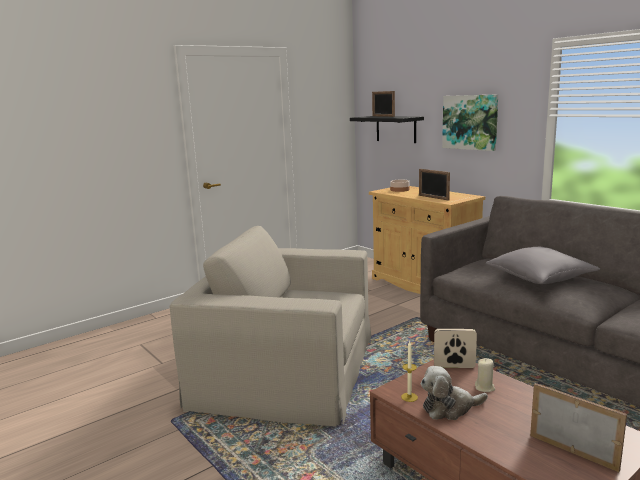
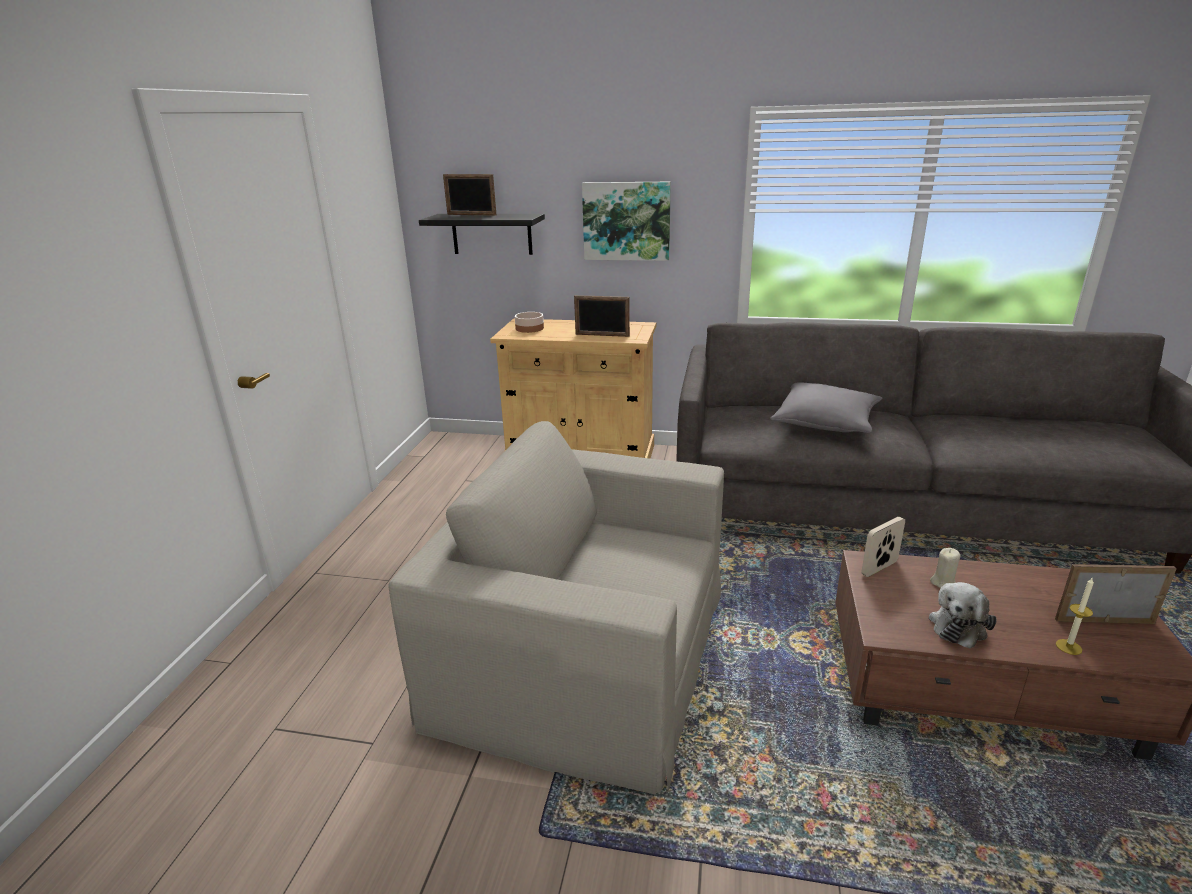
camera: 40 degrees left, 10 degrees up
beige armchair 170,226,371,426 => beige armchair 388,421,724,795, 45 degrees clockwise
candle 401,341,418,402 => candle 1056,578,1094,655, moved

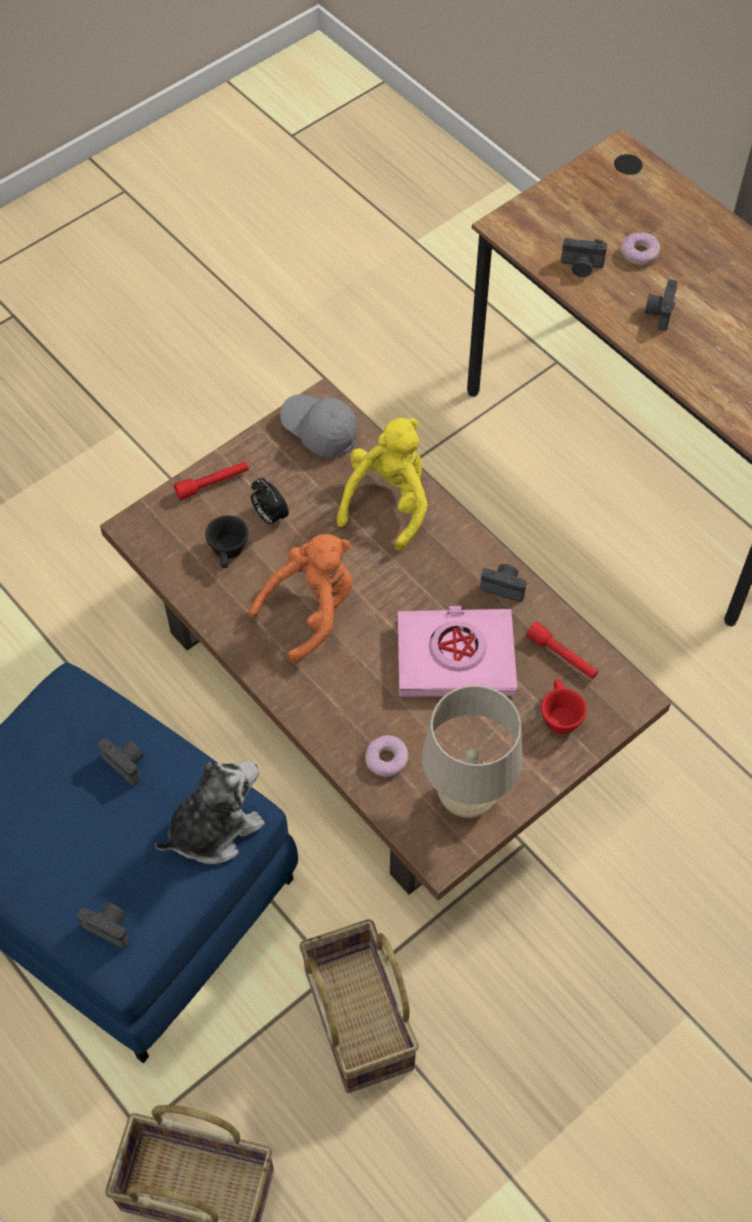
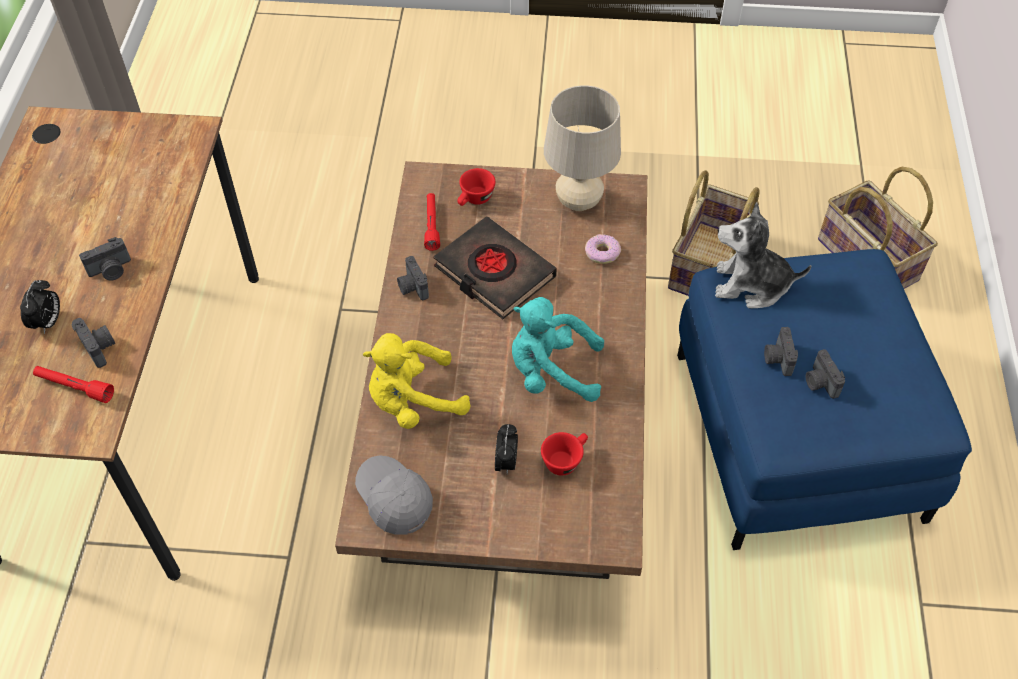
camera: 135 degrees left, 5 degrees down
photo camera 77,902,129,948 => photo camera 806,349,845,399, moved
red flashlight 174,461,249,501 => red flashlight 33,366,114,403, moved
black cup 205,515,248,568 => red cup 541,432,588,475
orange plush toy 249,534,352,663 => turquoise plush toy 512,297,604,402
grey cap 280,394,358,458 => grey cap 355,456,433,535, 150 degrees clockwise
pink book 398,606,517,697 => black book 433,216,557,319
donut 621,232,660,265 => alarm clock 20,280,60,334

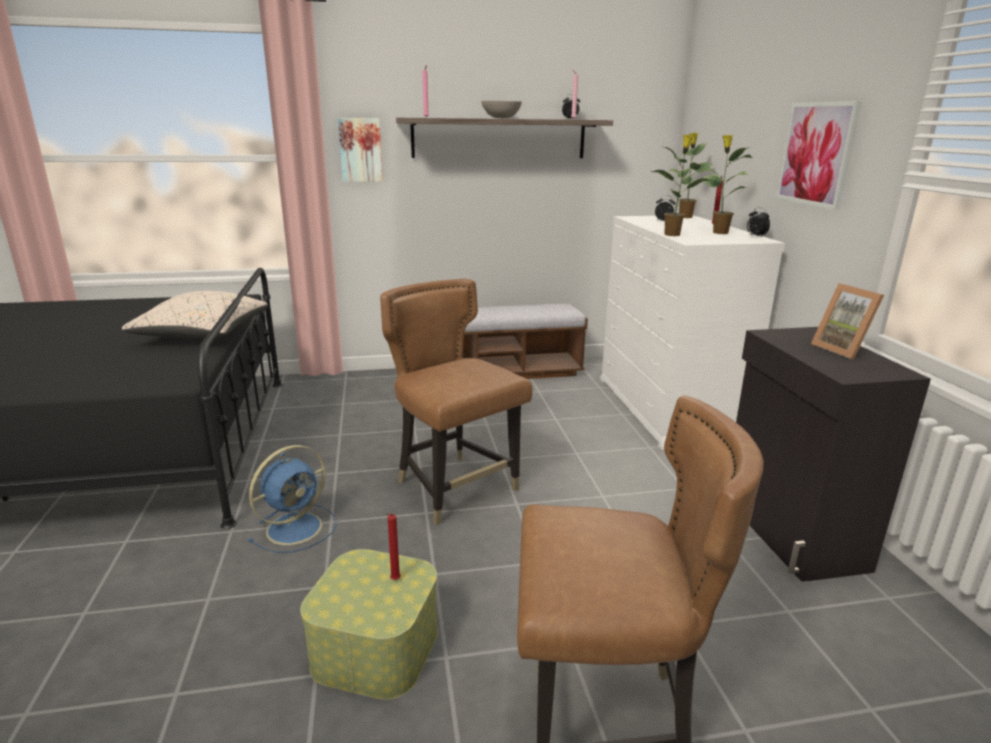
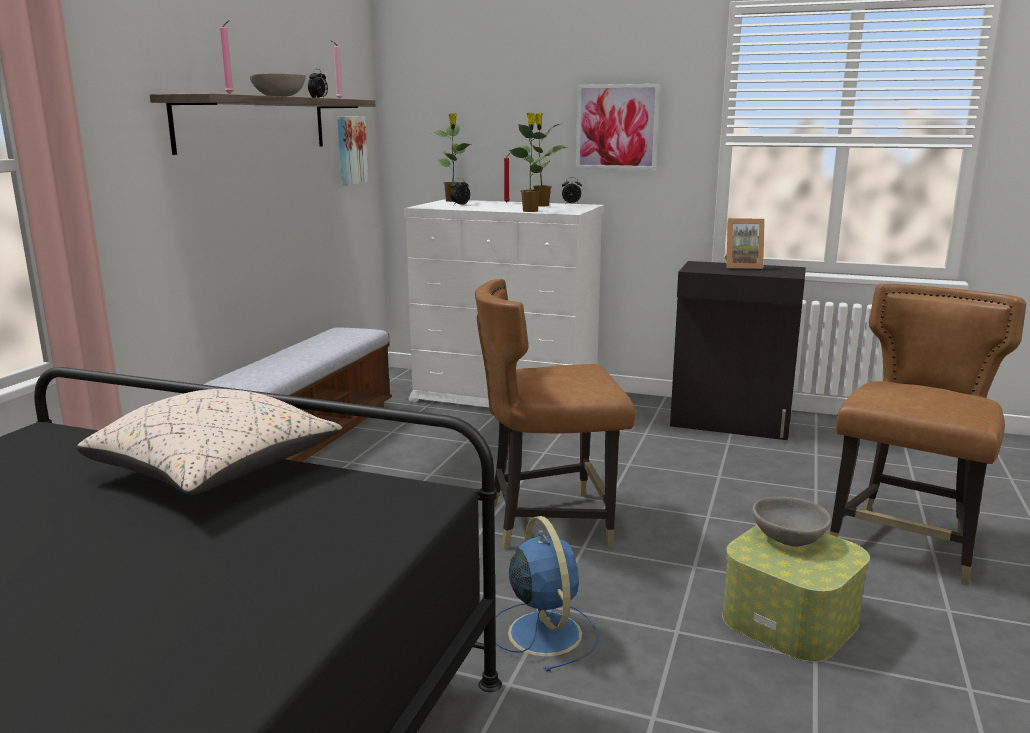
camera: 60 degrees left, 5 degrees down
picture 338,118,383,182 => picture 337,116,369,185, moved
red candle 386,513,401,580 => grey bowl 752,497,831,547

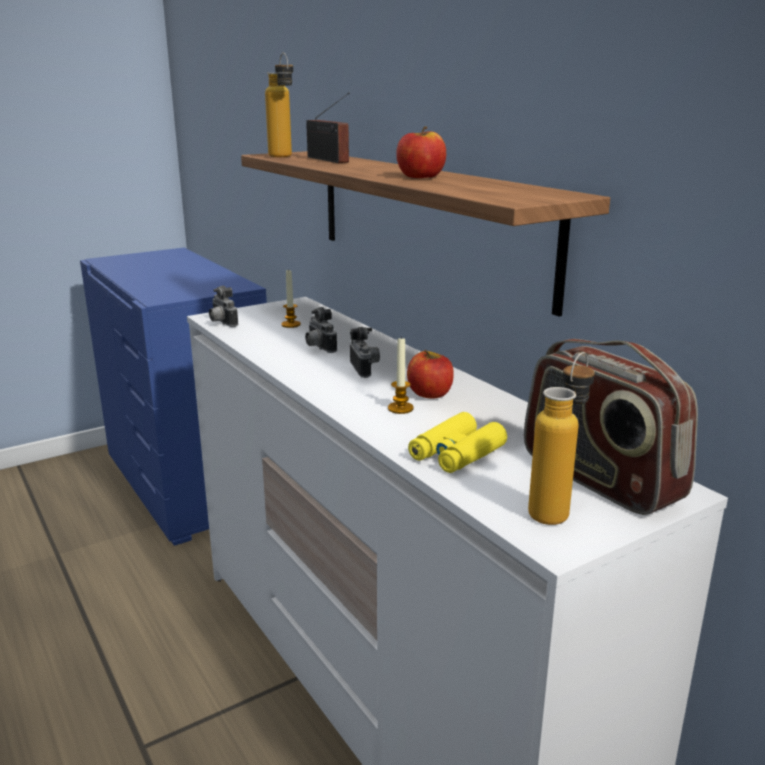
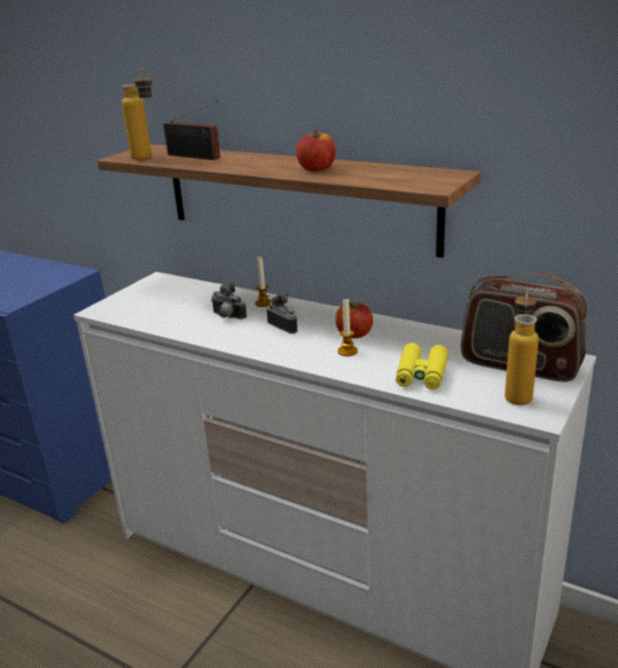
camera: 25 degrees left, 5 degrees up
photo camera 209,286,238,327 => nothing
candle 281,269,301,328 => candle 255,256,272,307, moved

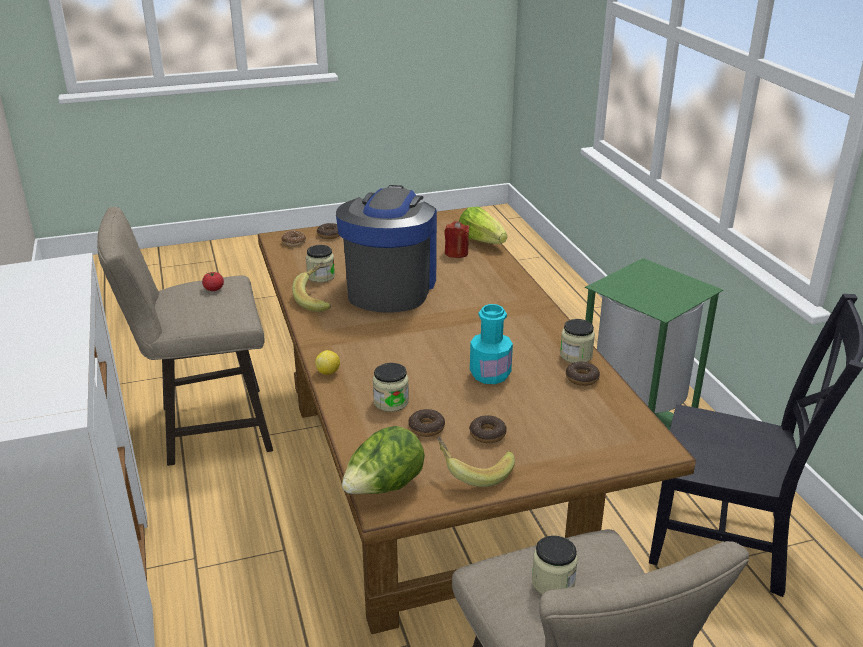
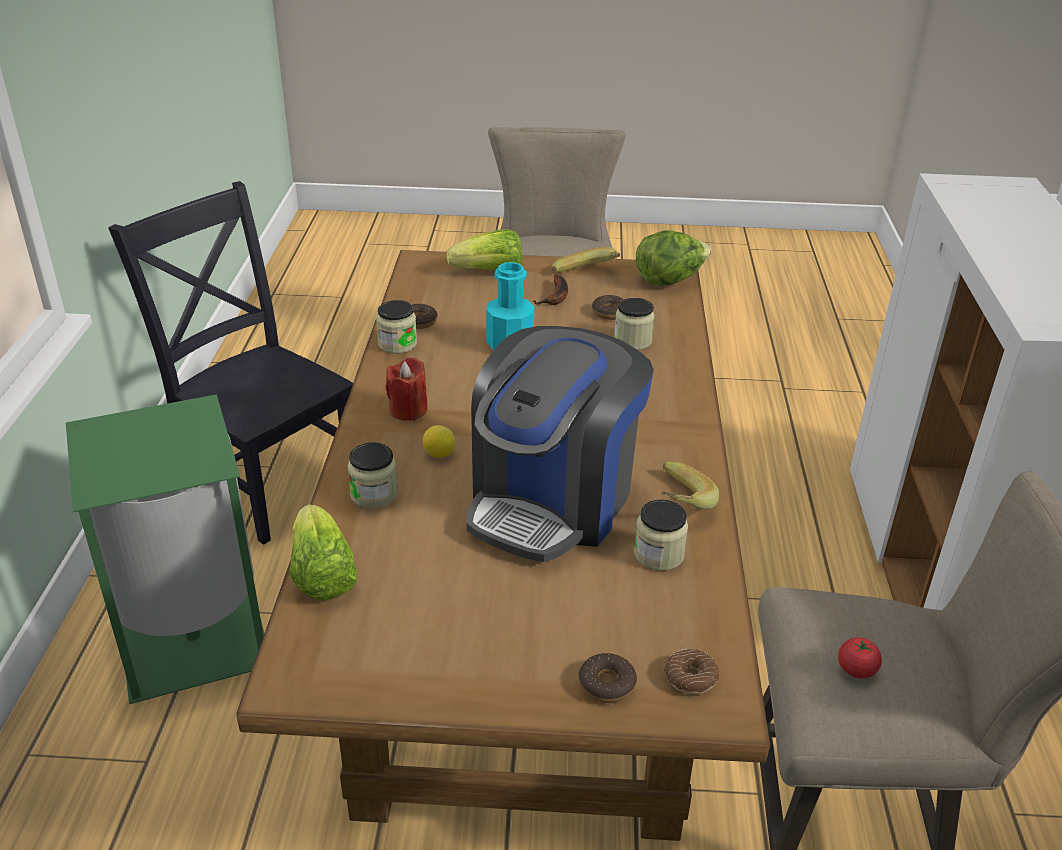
camera: 160 degrees left, 5 degrees up
lemon 315,350,340,375 => lemon 423,425,456,458, moved
red candle 444,221,469,258 => red candle 385,358,428,421, moved
donut 469,415,507,443 => banana 533,275,568,305
jar 532,536,578,595 => jar 347,442,398,509, moved
nothing => lettuce 447,229,522,270

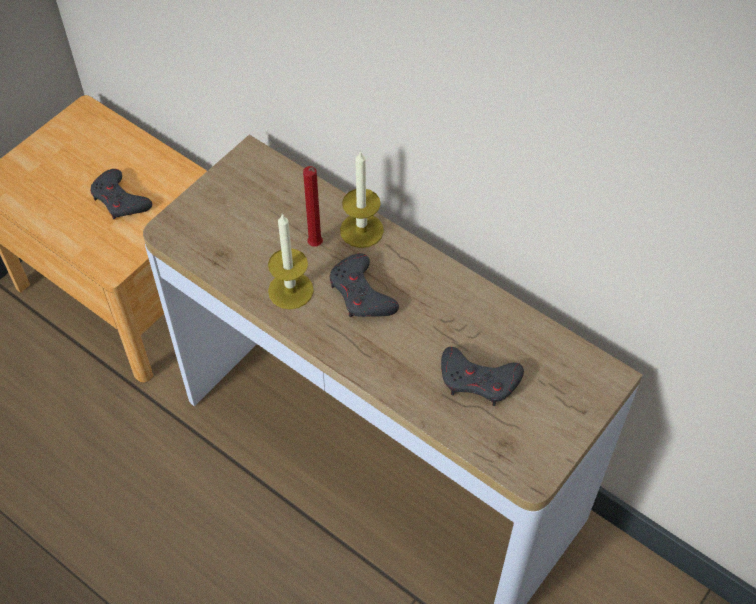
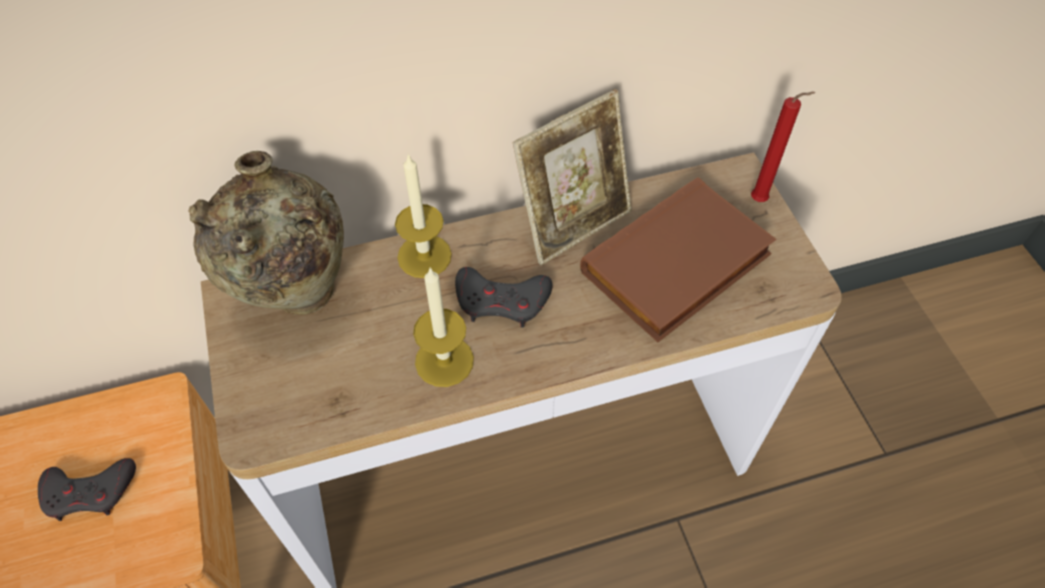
camera: 55 degrees left, 0 degrees up
red candle 303,166,323,247 => red candle 751,92,816,202, moved
grey game controller 441,347,524,406 => brown book 580,177,777,342
nothing => beige vase 188,151,344,315
nothing => picture frame 513,89,631,265

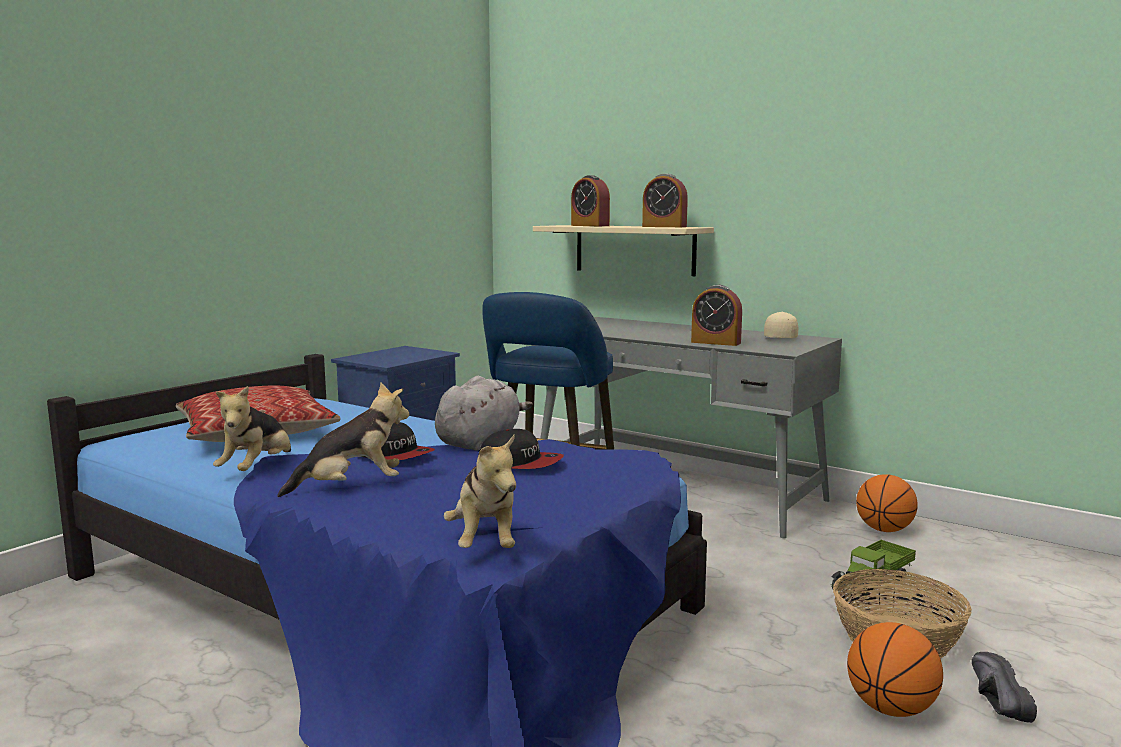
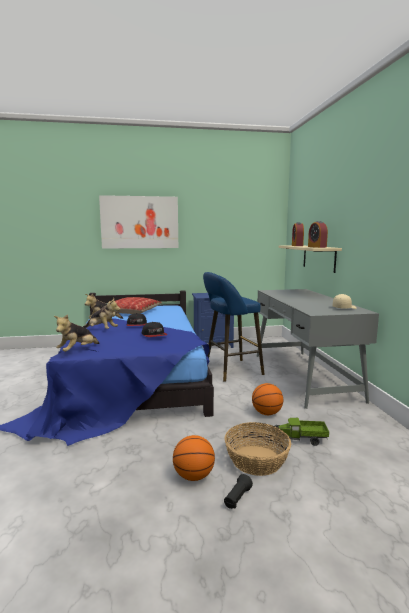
camera: 45 degrees right, 0 degrees up
grey plush toy 435,376,533,450 => nothing
alarm clock 691,285,742,346 => nothing
basketball 856,474,918,532 => basketball 252,383,283,415, moved
black shoe 972,652,1037,723 => black flashlight 224,474,253,509
nothing => picture 99,195,178,249

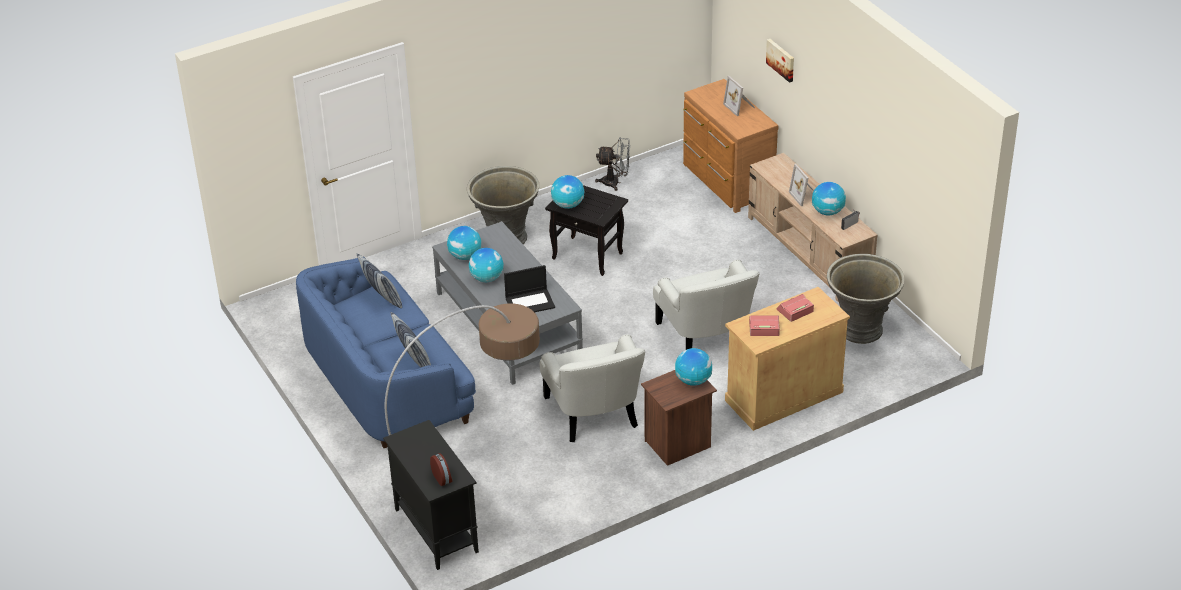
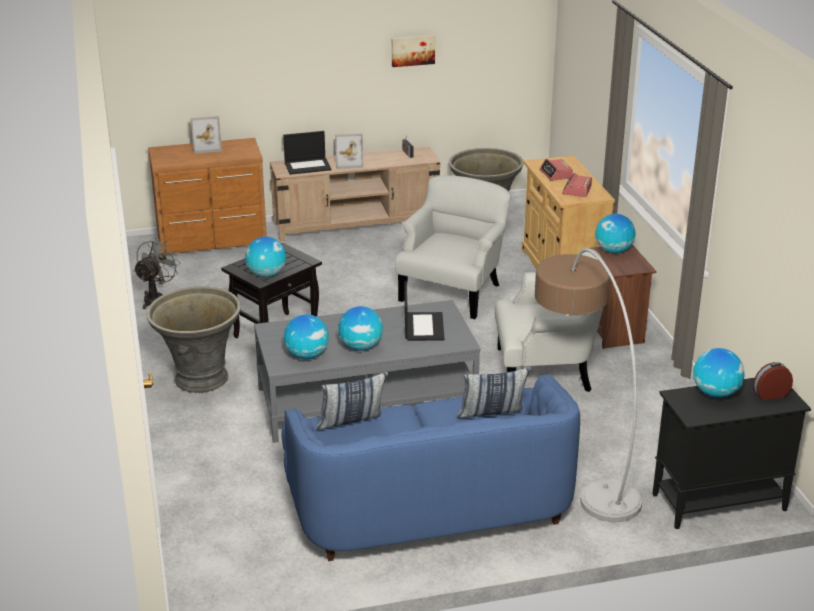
camera: 75 degrees left, 10 degrees down
white armchair 653,260,760,350 => white armchair 395,175,511,319, 60 degrees counterclockwise
picture 766,39,794,83 => picture 392,35,435,67, moved
globe 812,182,846,216 => globe 693,348,745,398, moved
nothing => laptop 283,131,332,175

